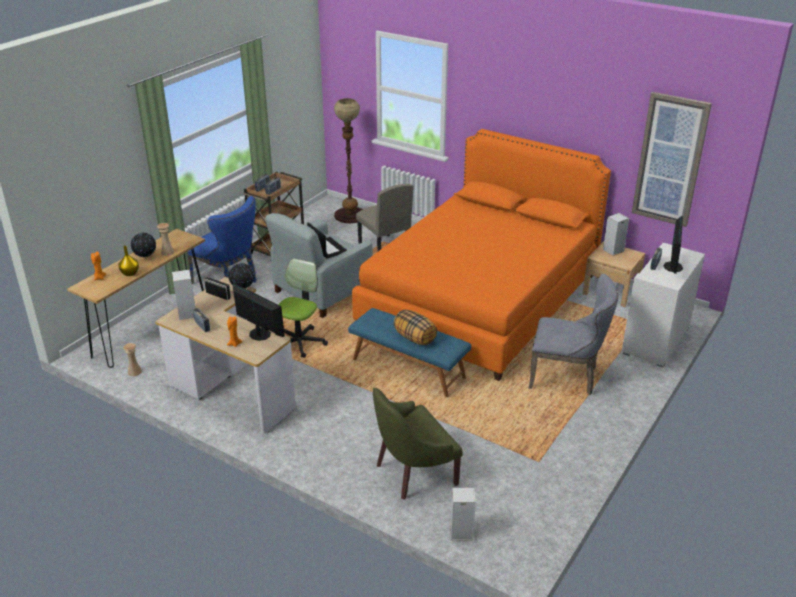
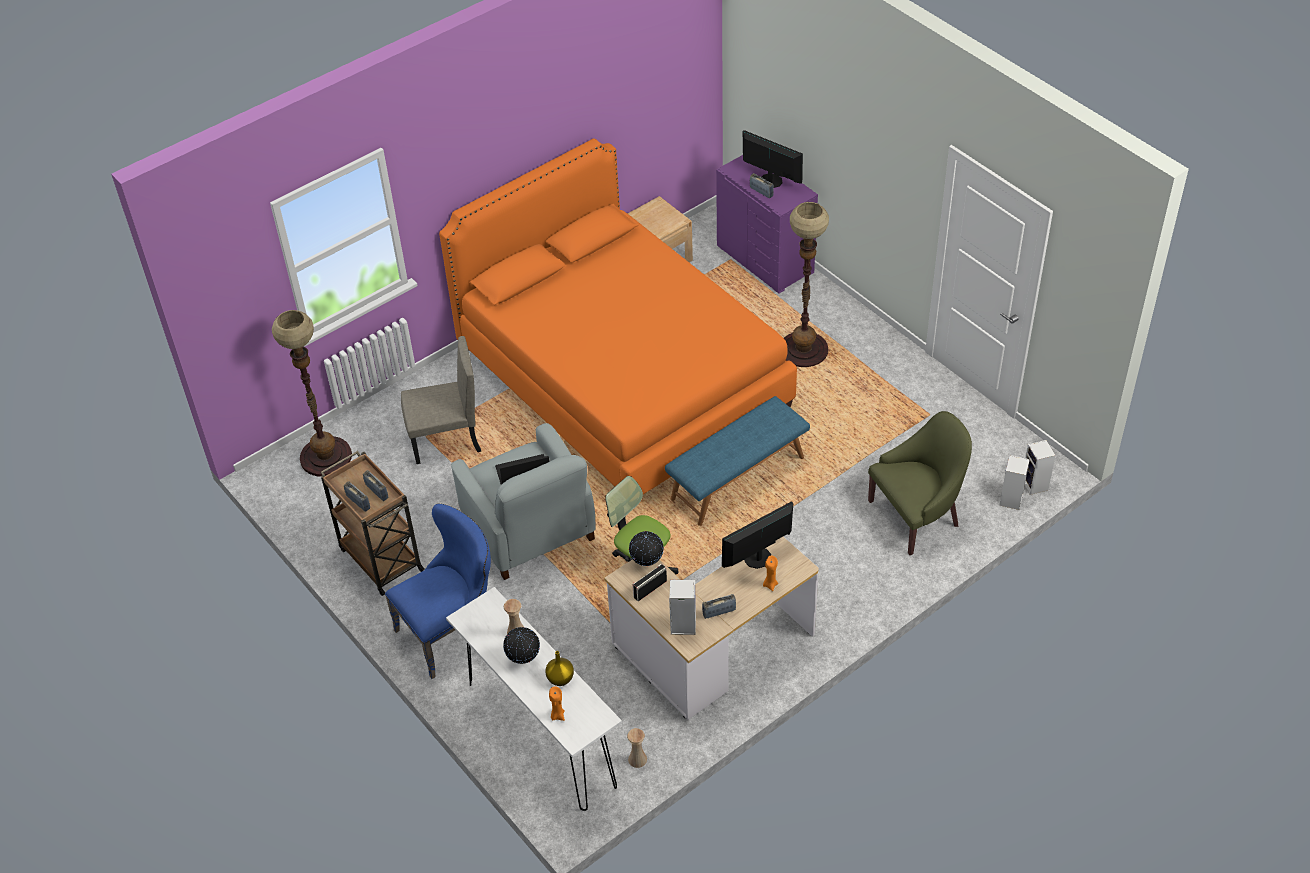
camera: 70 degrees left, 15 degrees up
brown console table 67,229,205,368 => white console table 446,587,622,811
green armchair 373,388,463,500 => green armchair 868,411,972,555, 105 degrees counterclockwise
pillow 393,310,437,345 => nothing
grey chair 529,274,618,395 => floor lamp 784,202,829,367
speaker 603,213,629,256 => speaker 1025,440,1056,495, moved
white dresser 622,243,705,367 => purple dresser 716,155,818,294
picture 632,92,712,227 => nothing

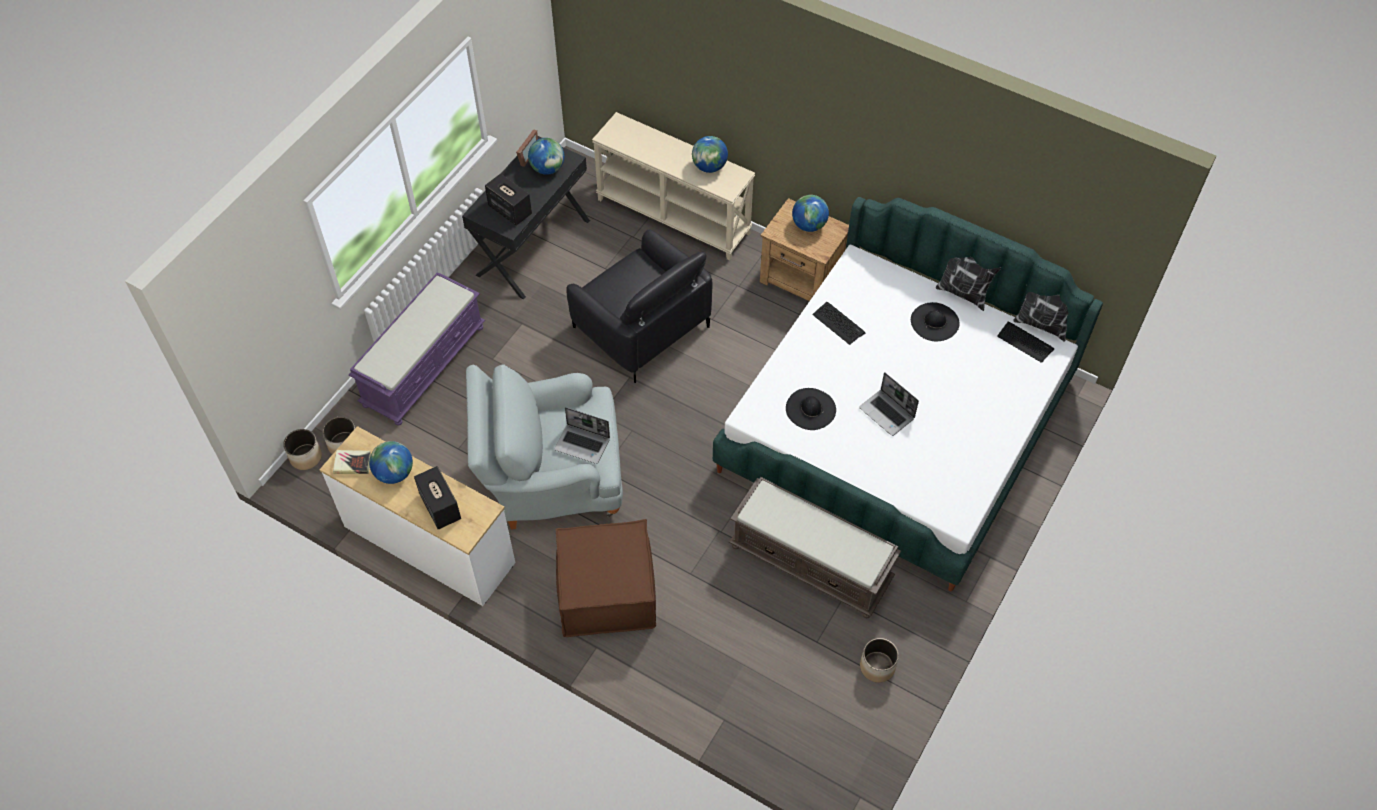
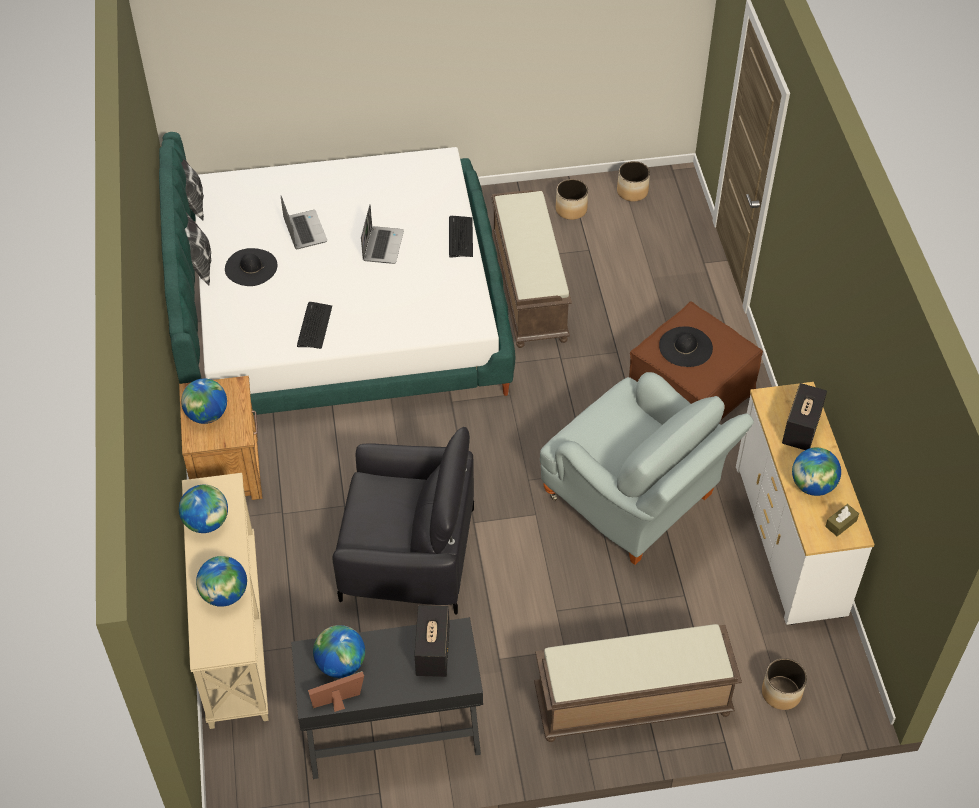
camera: 130 degrees left, 5 degrees down
planter 283,429,322,470 => planter 617,161,650,202, moved
book 333,450,371,474 => brown tissue box 825,504,859,536
purple bench 349,272,485,426 => brown bench 534,624,742,742
laptop 554,407,610,464 => laptop 281,196,327,249, moved
black armchair 566,229,713,383 => black armchair 333,427,474,615, 90 degrees clockwise
black hat 786,388,836,430 => black hat 659,326,713,367, moved
keyboard 997,322,1054,363 => keyboard 449,216,473,258, moved
nothing => globe 196,556,247,607

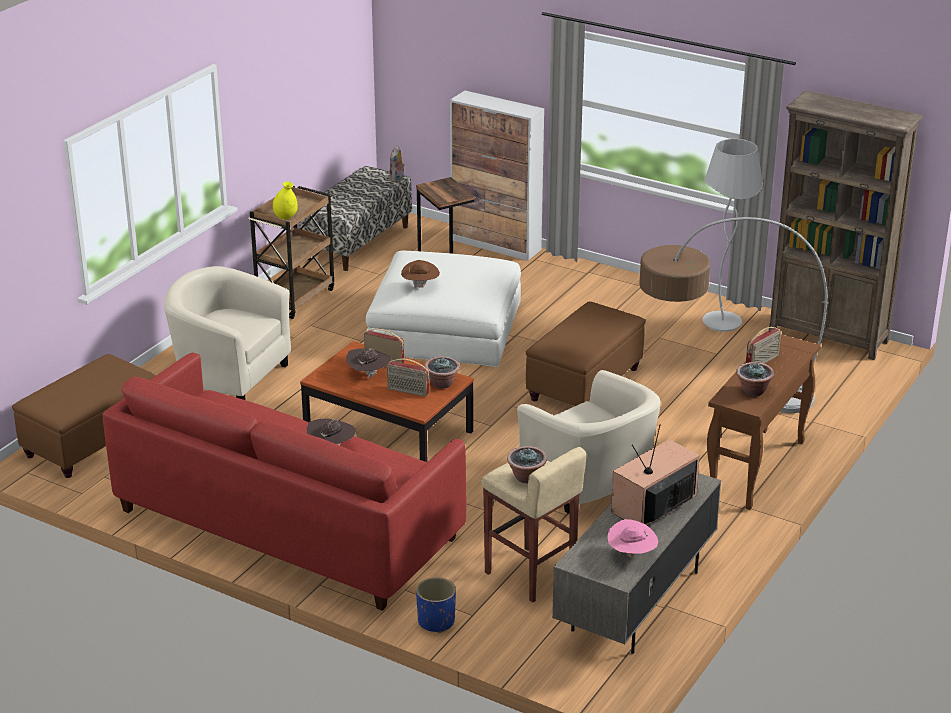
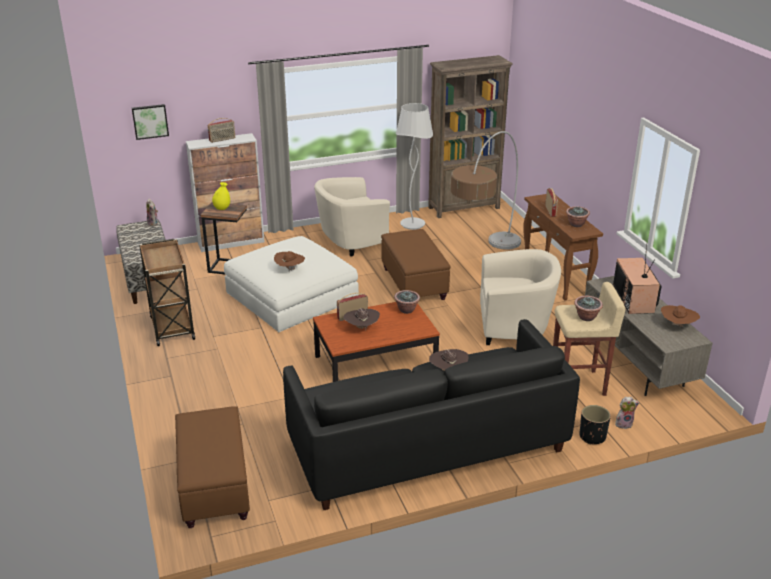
camera: 50 degrees left, 0 degrees up
red sofa 103,352,466,611 => black sofa 283,319,580,510
beige armchair 164,266,291,400 => beige armchair 314,177,390,256, moved
yellow vase 273,182,298,219 => yellow vase 212,182,230,210, moved
radio 387,359,429,397 => radio 208,118,235,143, moved
blue planter 416,577,456,633 => black planter 579,405,611,445
pink hat 607,519,658,559 => brown hat 661,305,700,327
nothing => picture 132,104,169,140
nothing => plush toy 615,397,639,429

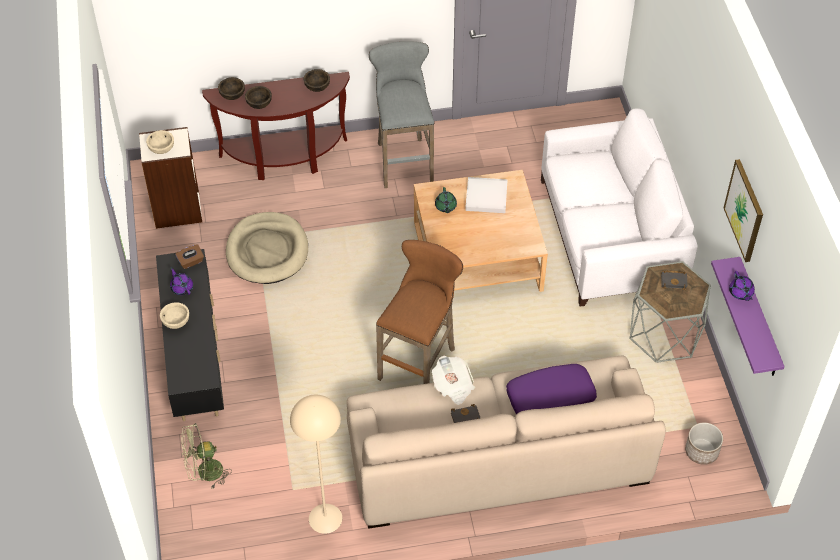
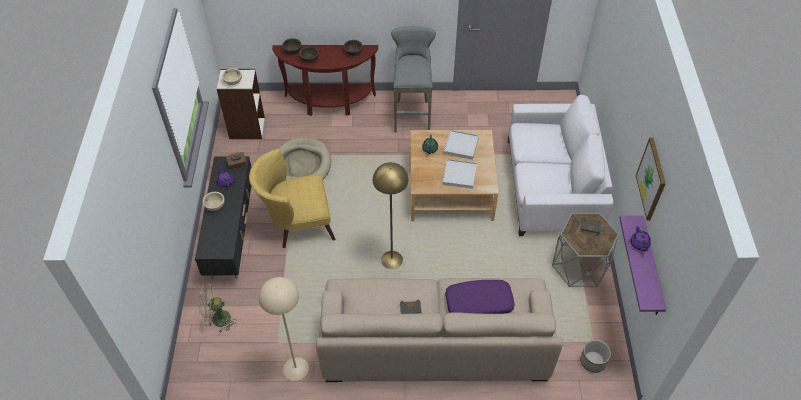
camera: 10 degrees right, 0 degrees up
brown stool 376,240,463,384 => yellow floor lamp 373,162,409,269
newspaper 432,355,475,405 => nothing
nothing => yellow armchair 249,149,335,248
nothing => white tray 443,159,477,189

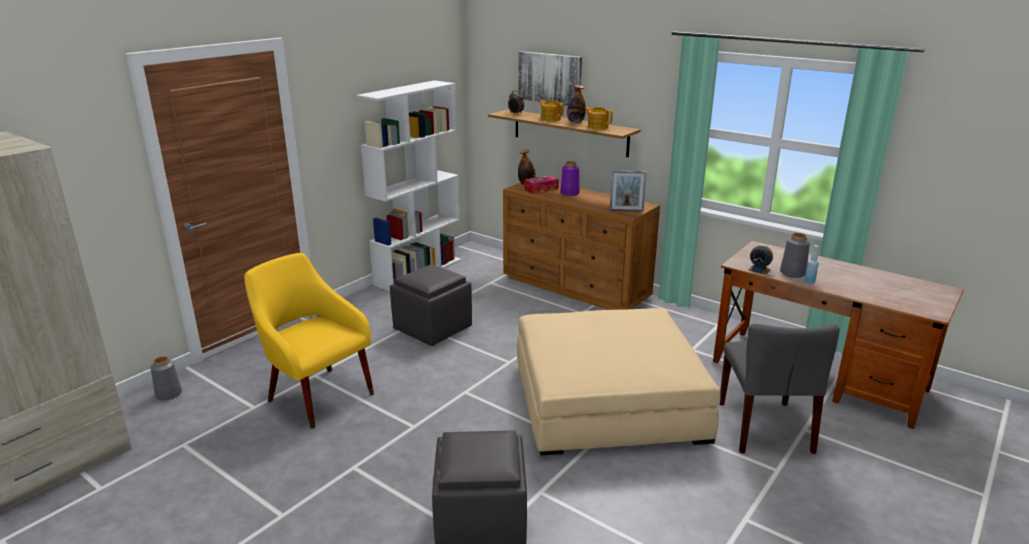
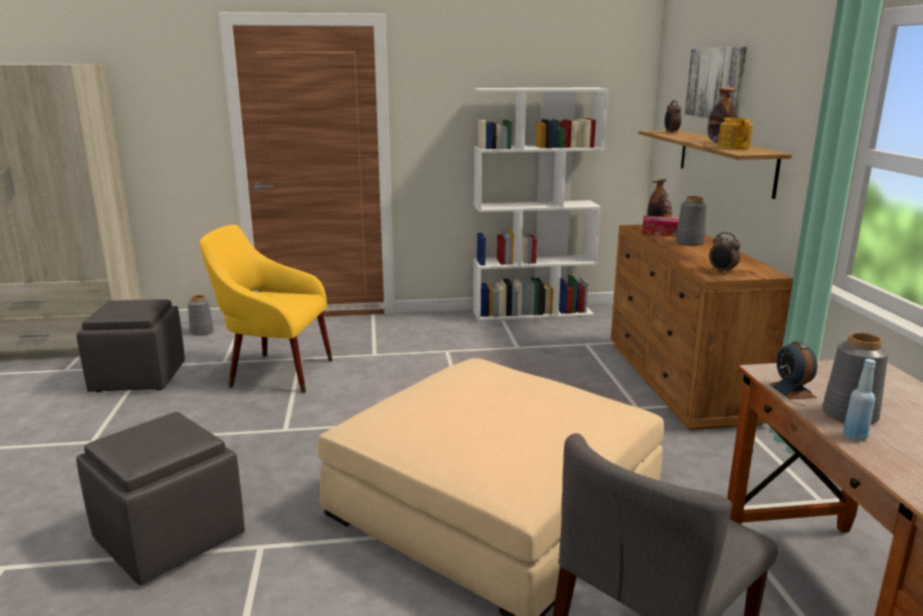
camera: 45 degrees right, 5 degrees down
yellow armchair 244,253,374,429 => yellow armchair 199,225,333,393, 75 degrees counterclockwise
grey ottoman 390,264,472,346 => grey ottoman 76,299,185,392, moved
teapot 539,100,563,121 => nothing
purple vase 560,161,580,196 => grey vase 675,196,707,246
picture frame 610,170,647,212 => alarm clock 709,232,741,274

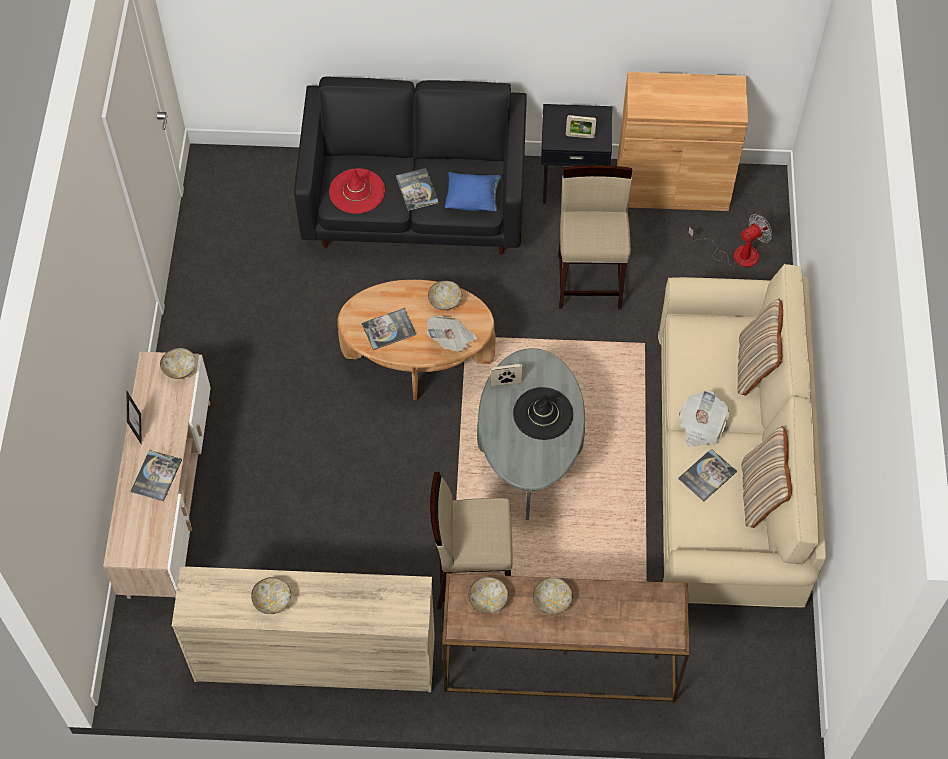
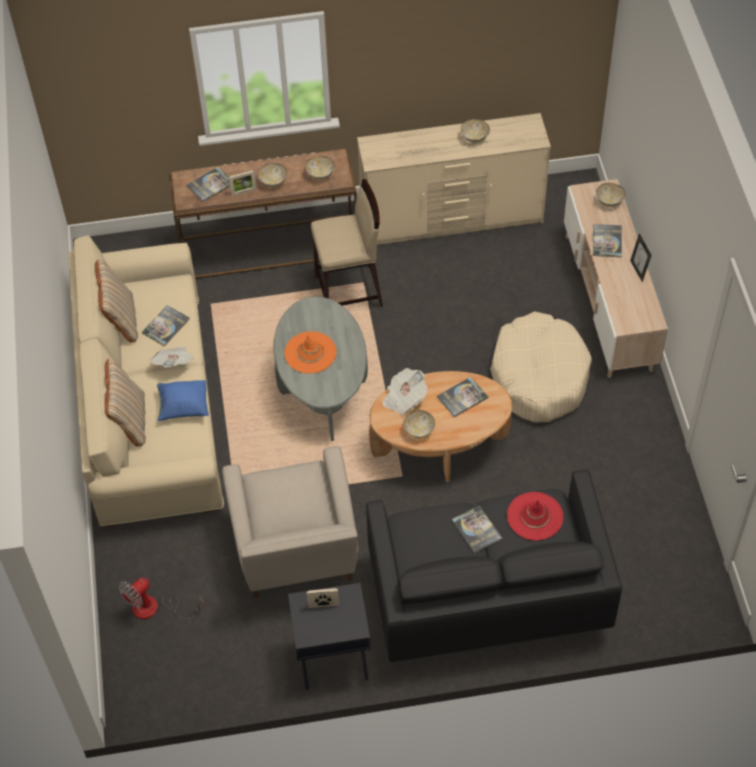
camera: 170 degrees right, 5 degrees down
bowl 160,348,196,379 => bowl 596,183,625,207, moved
blue pillow 445,172,501,212 => blue pillow 157,380,209,421, moved
picture frame 491,364,523,386 => picture frame 229,170,257,196, moved
black hat 513,387,573,440 => orange hat 284,331,336,373
beige stool 558,165,632,309 => beige armchair 222,446,358,598
brown cabinet 617,72,748,211 => nothing
nothing => book 187,167,230,202
nothing => beige dog bed 490,311,592,423

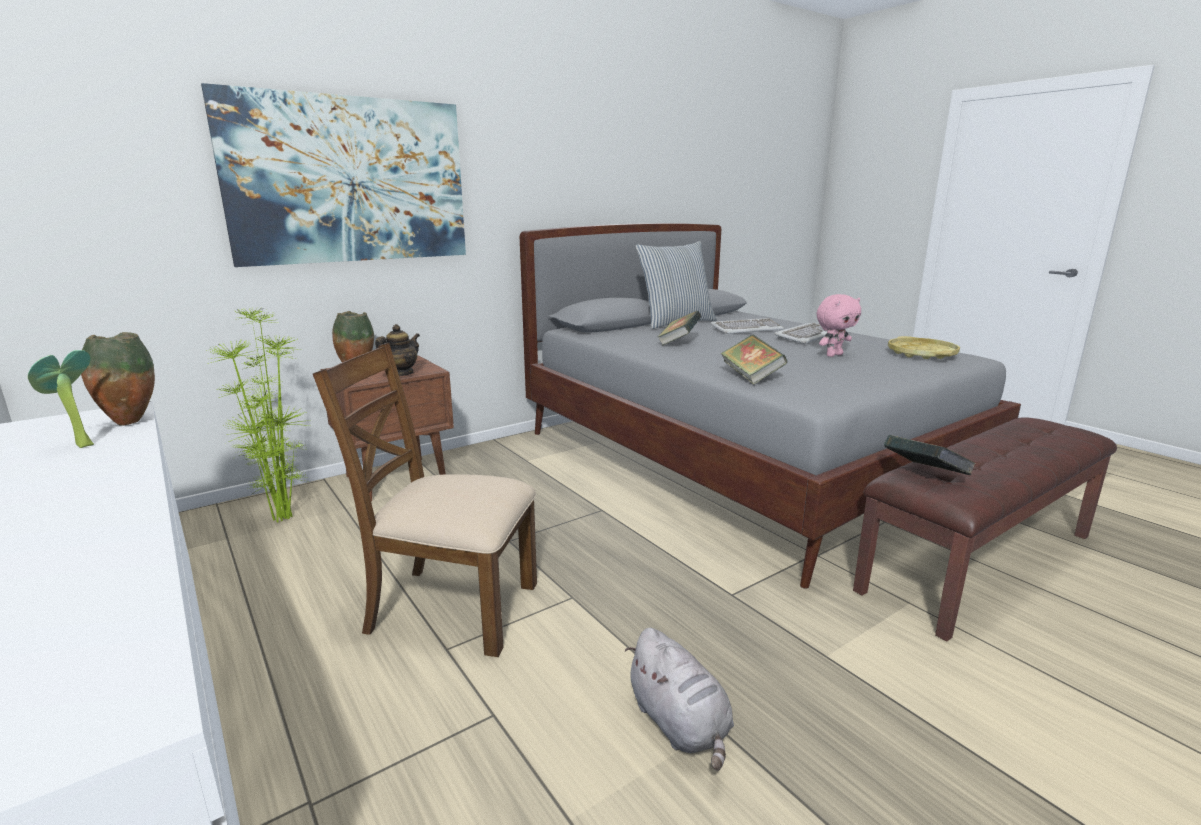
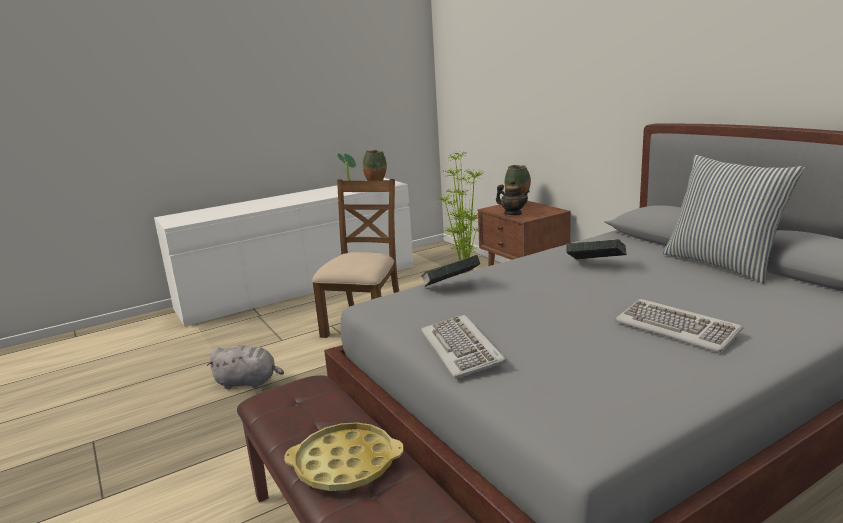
camera: 95 degrees right, 0 degrees up
picture 201,83,466,267 => nothing
grey plush toy 625,628,734,771 => grey plush toy 207,345,284,389, 150 degrees counterclockwise
keyboard 710,318,784,334 => keyboard 421,315,507,378, moved
pink plush toy 817,294,861,357 => nothing
book 884,435,976,475 => nothing
yellow tray 888,336,960,359 => yellow tray 284,422,403,491, moved

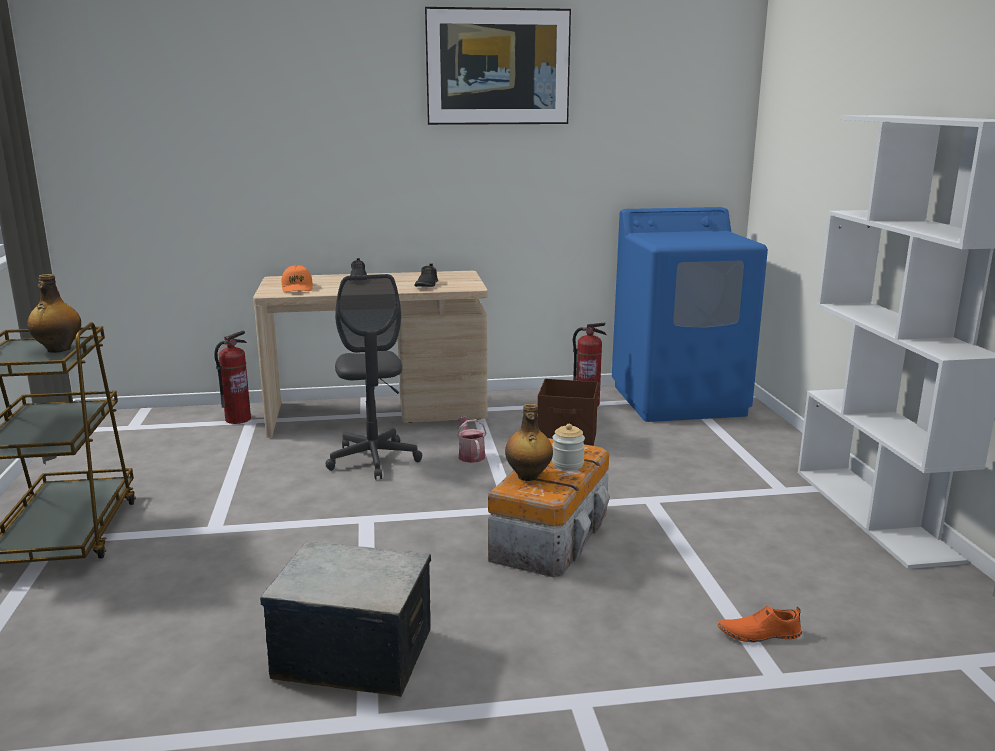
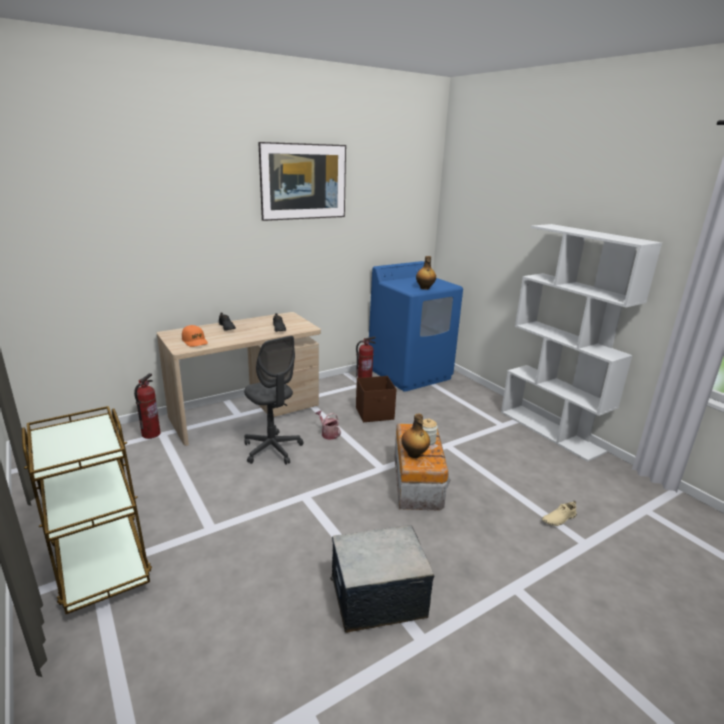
camera: 25 degrees left, 5 degrees up
bottle 27,274,81,353 => bottle 416,256,436,290, moved
orange shoe 717,606,802,642 => beige shoe 542,501,577,526

